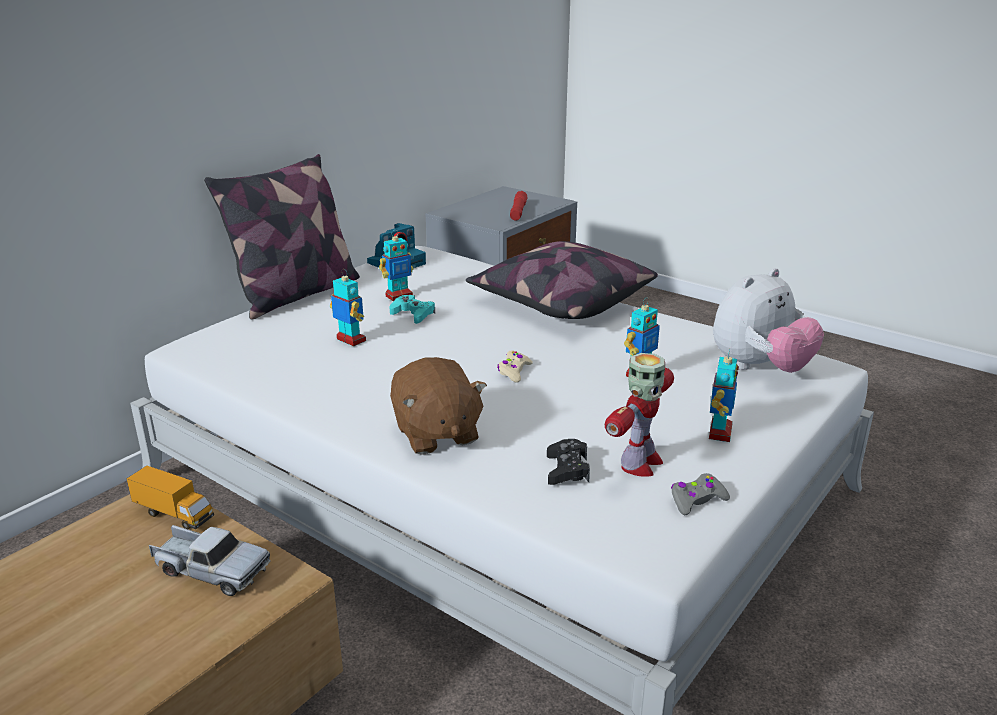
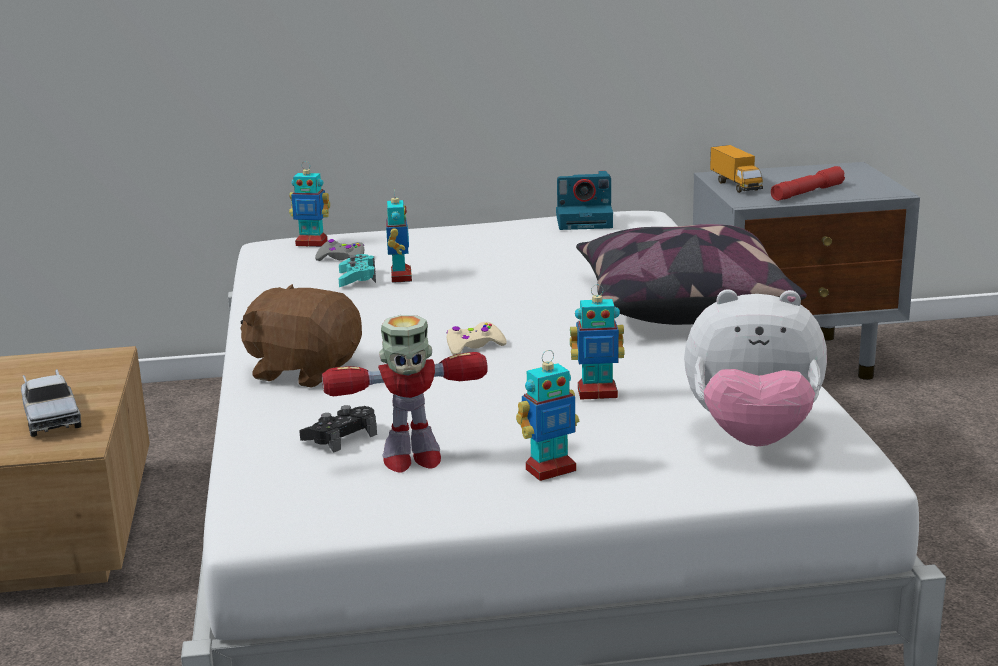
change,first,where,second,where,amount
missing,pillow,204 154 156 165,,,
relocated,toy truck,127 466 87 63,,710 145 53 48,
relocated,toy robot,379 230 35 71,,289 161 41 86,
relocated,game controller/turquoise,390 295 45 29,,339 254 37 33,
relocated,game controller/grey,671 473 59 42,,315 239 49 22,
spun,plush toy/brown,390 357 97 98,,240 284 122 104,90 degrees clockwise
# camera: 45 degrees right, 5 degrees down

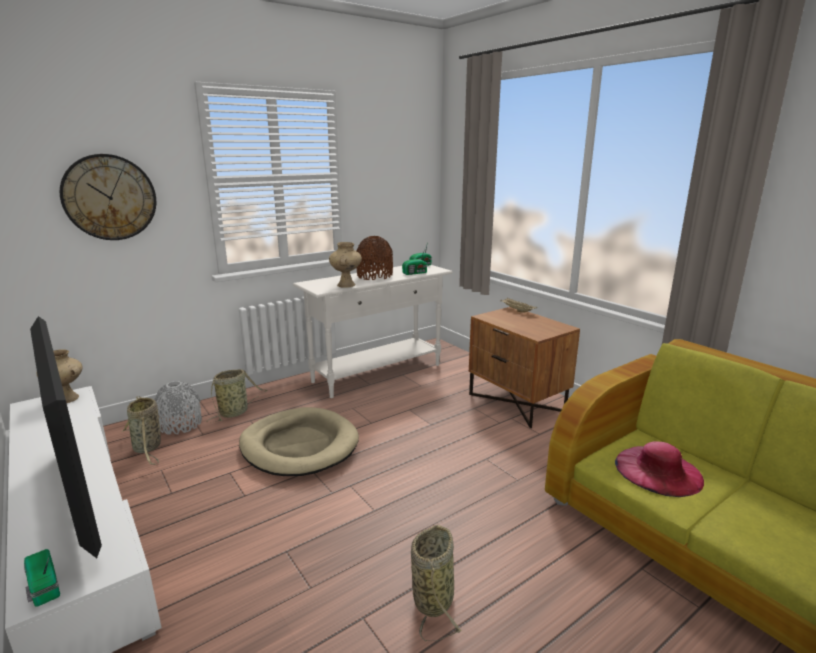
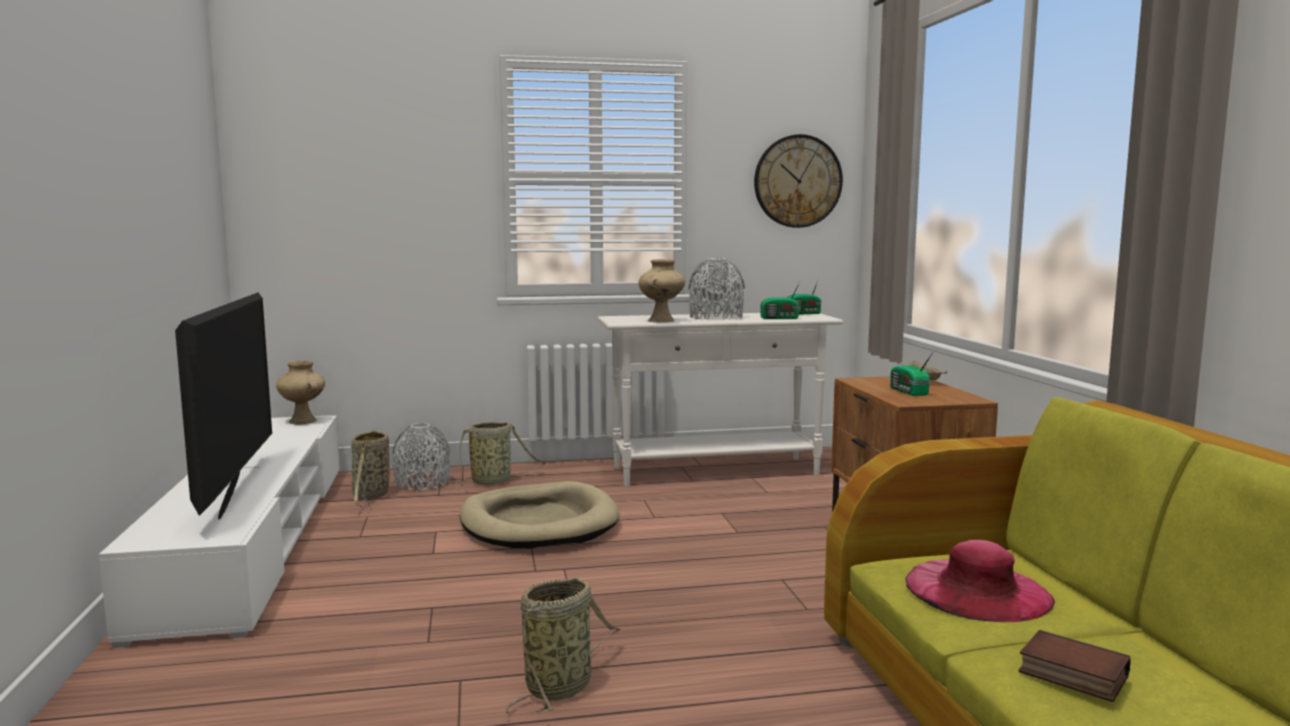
change,first,where,second,where,amount
appeared,,,book,1018 630 113 72,
relocated,radio,24 549 36 58,,890 351 44 45,
relocated,wall clock,60 154 96 86,,754 134 89 94,
colour,vase/brown,356 236 37 44,vase/grey,688 258 57 62,
# camera: 25 degrees right, 10 degrees down

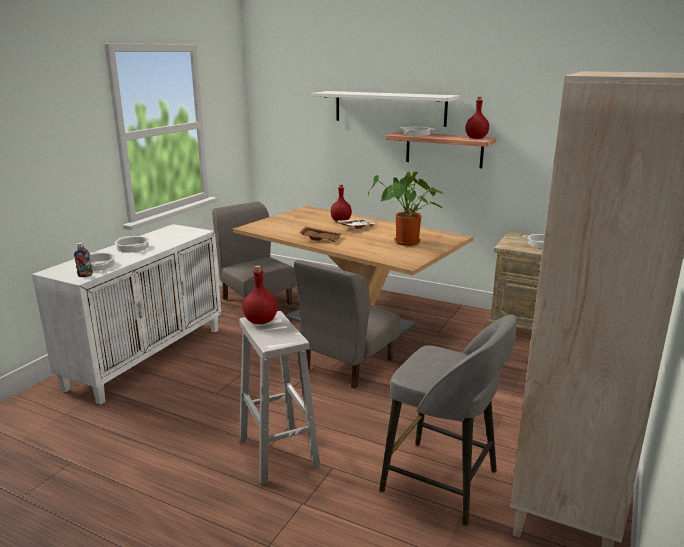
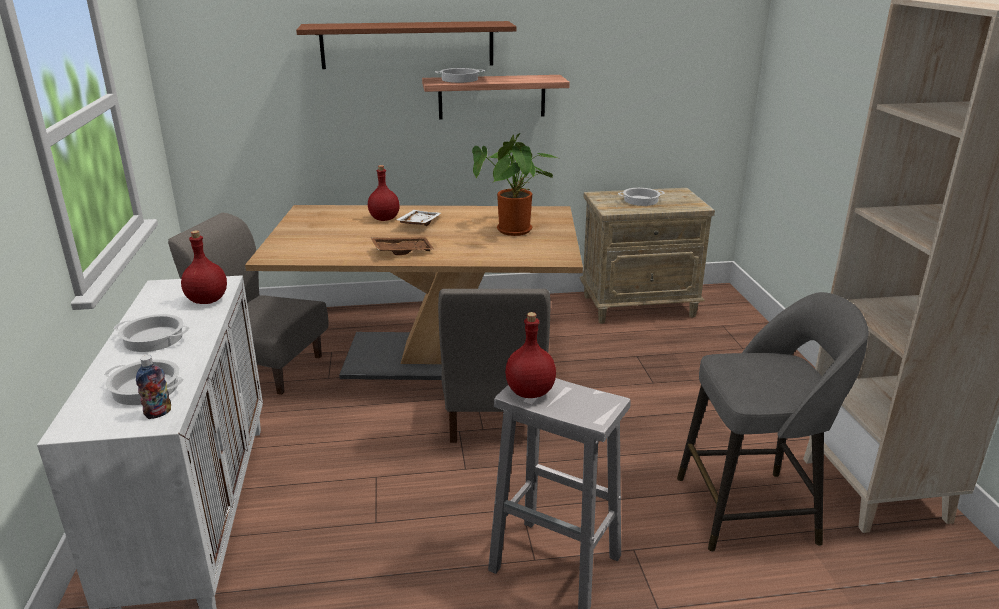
change,first,where,second,where,amount
relocated,bottle/red,465 97 24 42,,181 230 46 74,
colour,shelf/white,311 91 149 36,shelf/brown,296 21 220 48,
# camera: 35 degrees left, 5 degrees up

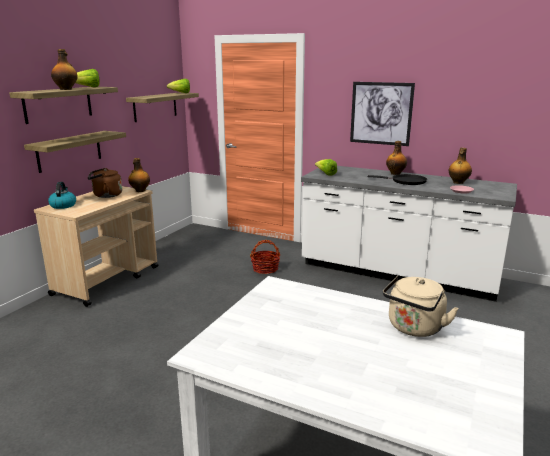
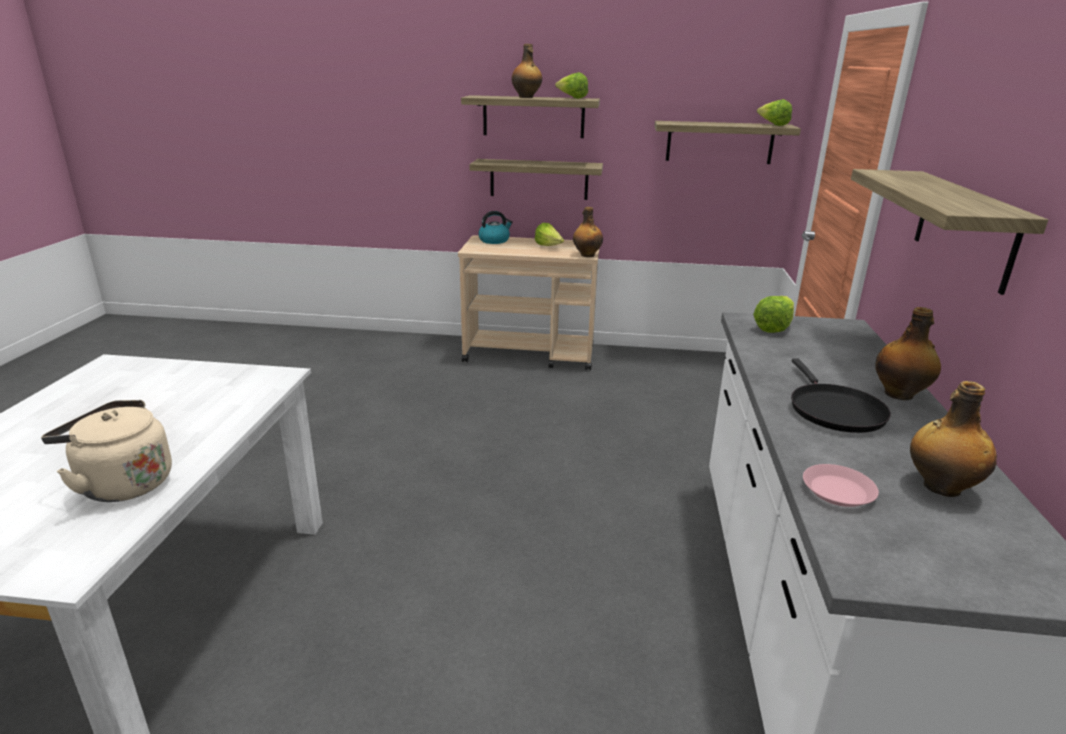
change,first,where,second,where,amount
missing,basket,250 240 30 34,,,
exchanged,kettle/brown,88 168 34 30,lettuce,535 223 29 23,
exchanged,picture,350 82 65 64,shelf,851 169 197 126,
# camera: 70 degrees right, 5 degrees up

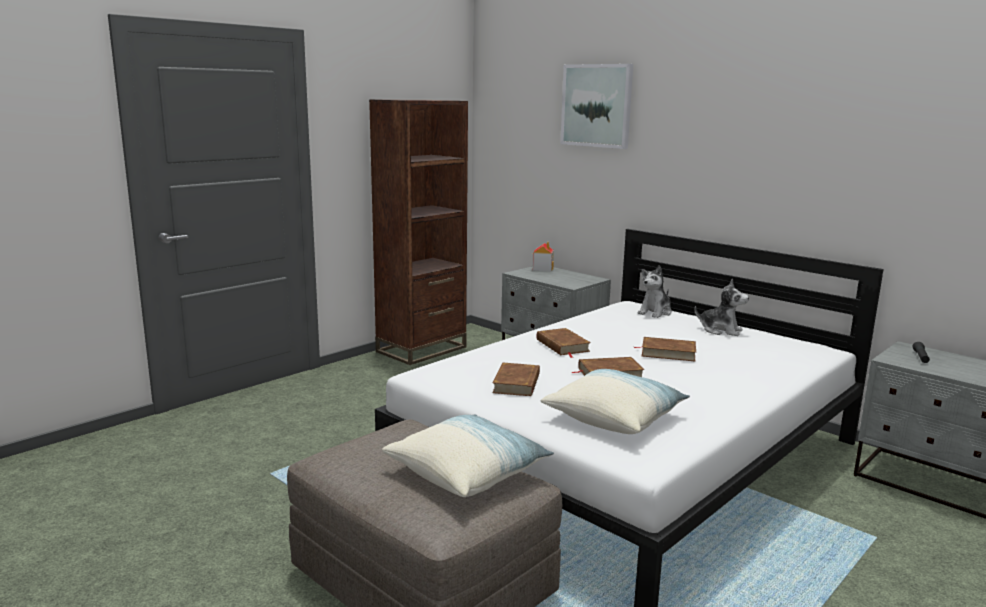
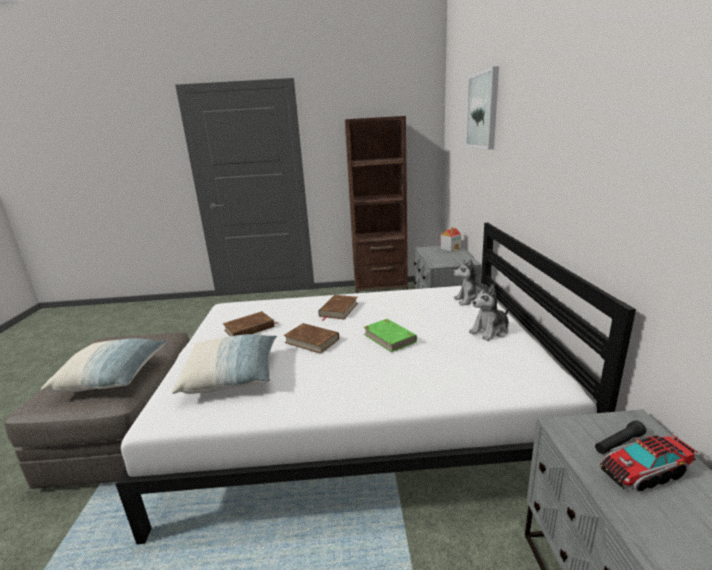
change,first,where,second,where,amount
appeared,,,toy truck,600 435 99 57,
colour,book/brown,633 337 63 24,book/green,364 319 53 34,
spun,plush toy,695 279 54 57,,469 284 40 57,75 degrees clockwise
# camera: 45 degrees right, 5 degrees up

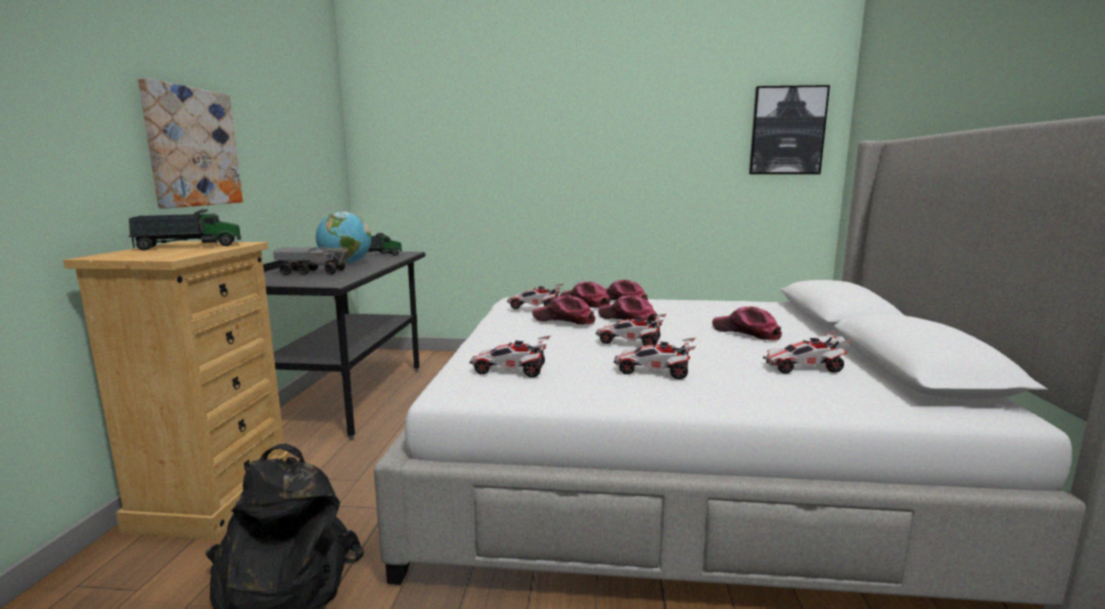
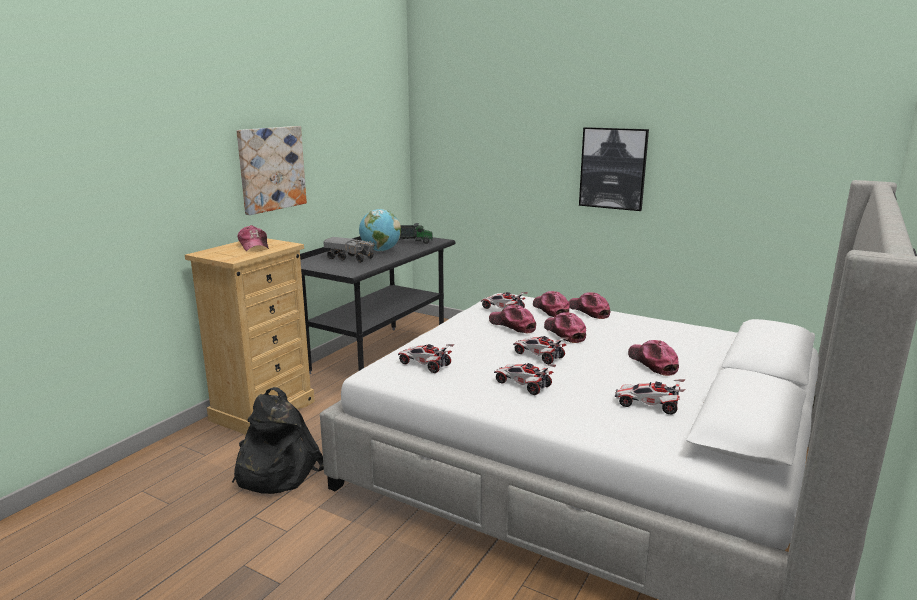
change,first,where,second,where,amount
relocated,picture,749 85 81 89,,579 127 70 84,
exchanged,toy truck,128 209 113 42,cap,237 225 32 26,
# camera: 25 degrees right, 5 degrees up

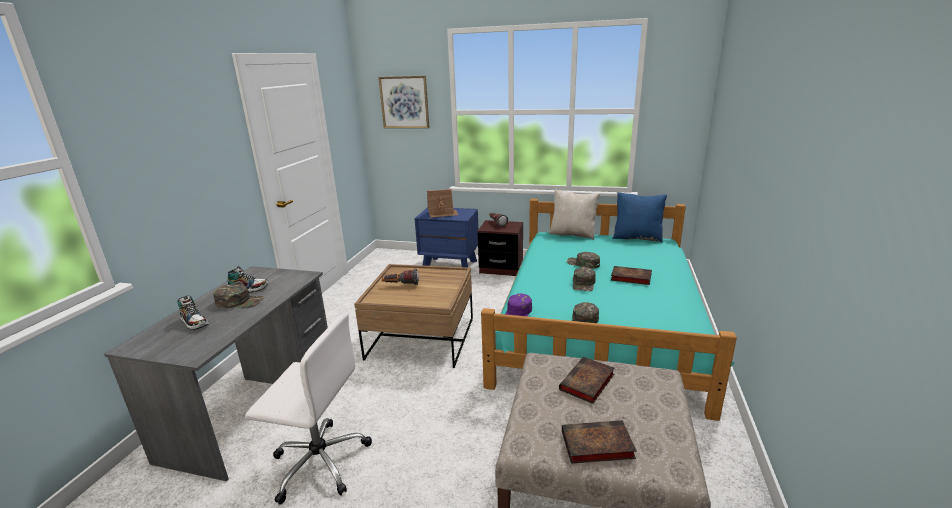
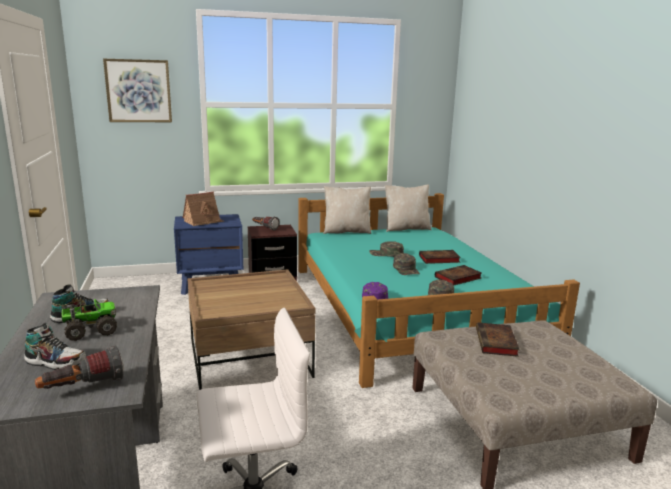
change,first,where,second,where,amount
relocated,flashlight,382 269 37 16,,35 346 89 43,
relocated,book,562 420 75 43,,435 265 46 20,
exchanged,cap/green,213 284 51 24,toy truck,61 299 56 42,
colour,pillow/blue,612 192 55 51,pillow/beige,385 185 46 47,
# camera: 30 degrees left, 5 degrees down

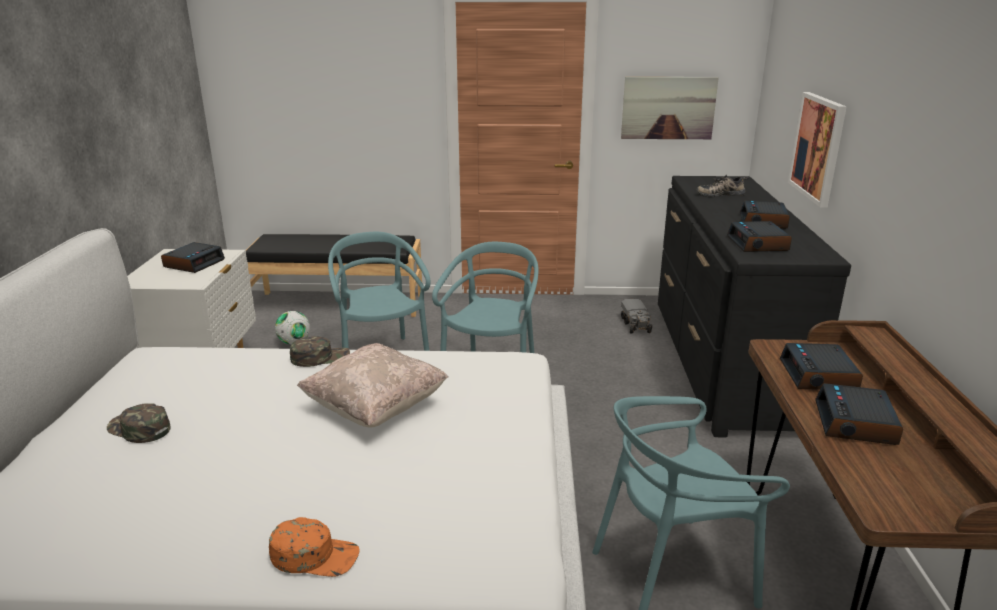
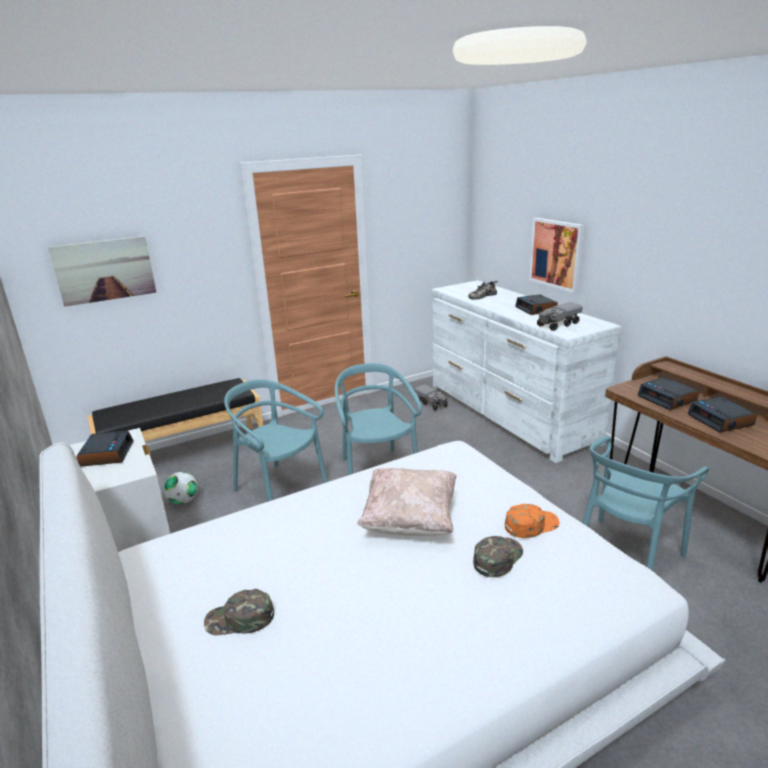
change,first,where,second,where,amount
relocated,cap/orange,269 517 91 60,,505 504 55 34,
relocated,cap/green,290 336 60 31,,473 536 50 41,
relocated,picture,621 77 98 62,,48 236 108 71,
exchanged,alarm clock,727 221 65 31,toy truck,537 302 46 29,
colour,dresser/black,658 176 193 262,dresser/white,432 280 189 183,
# camera: 30 degrees left, 0 degrees up

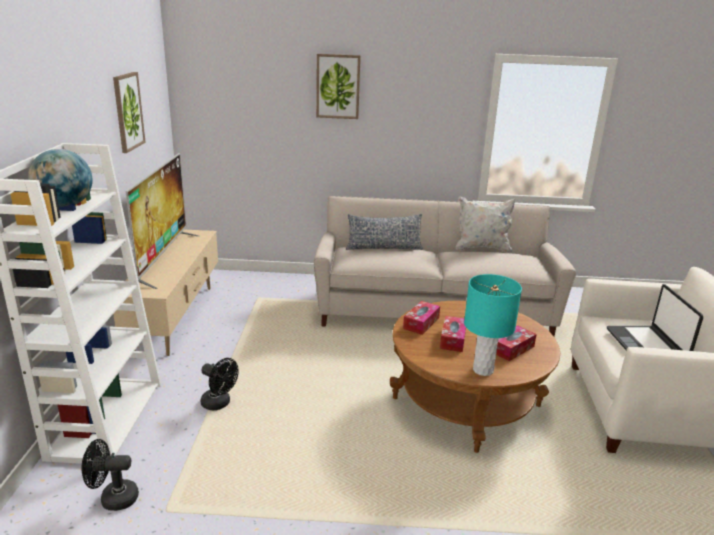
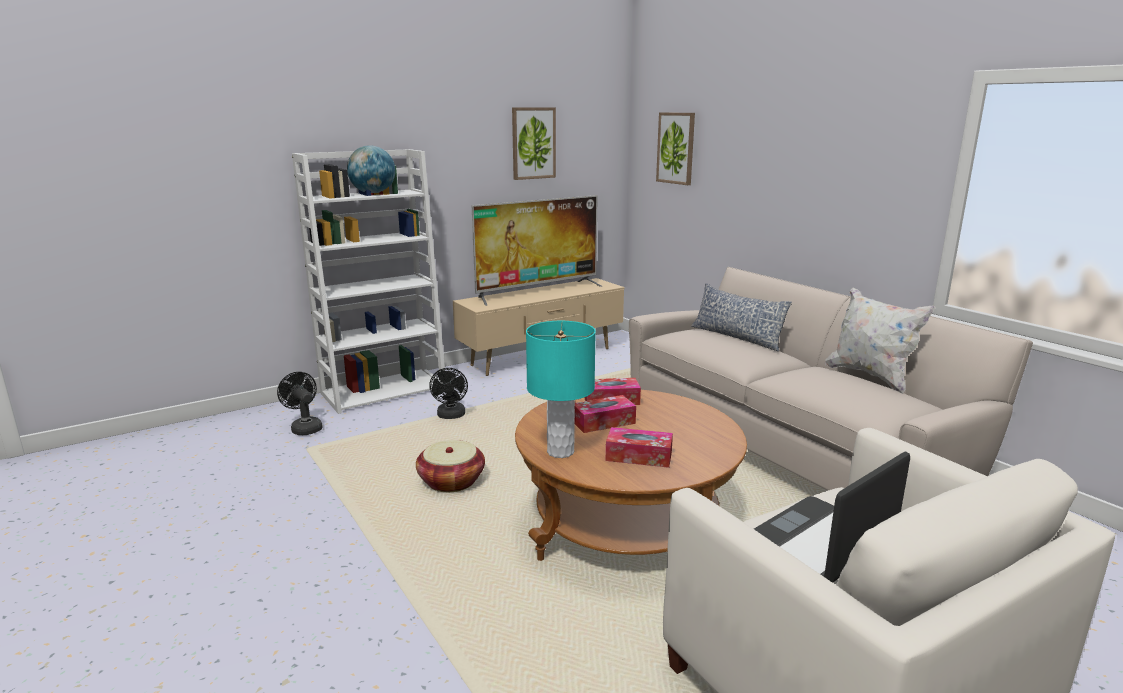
change,first,where,second,where,amount
appeared,,,basket,416 440 69 52,
relocated,picture,316 54 45 65,,656 112 39 73,
# camera: 55 degrees right, 5 degrees down

